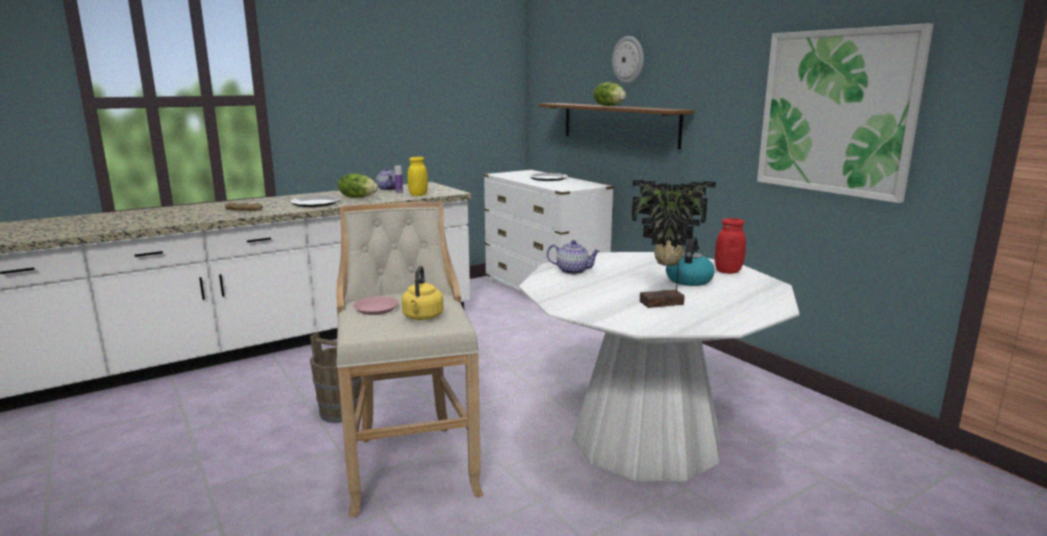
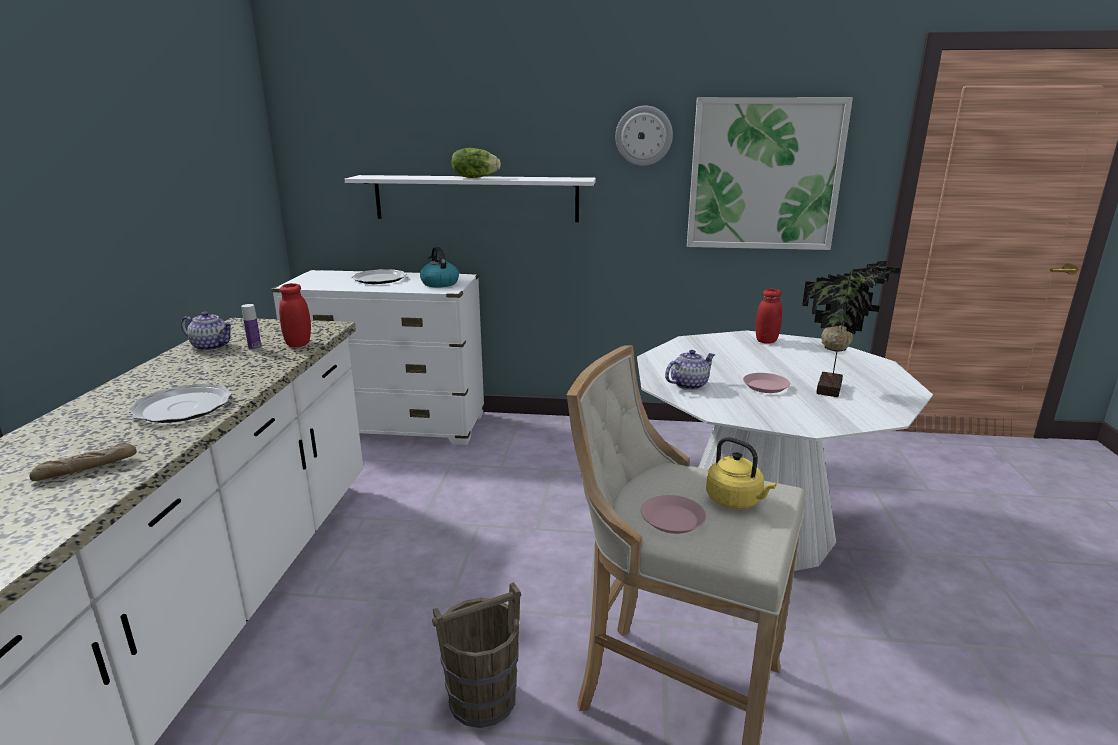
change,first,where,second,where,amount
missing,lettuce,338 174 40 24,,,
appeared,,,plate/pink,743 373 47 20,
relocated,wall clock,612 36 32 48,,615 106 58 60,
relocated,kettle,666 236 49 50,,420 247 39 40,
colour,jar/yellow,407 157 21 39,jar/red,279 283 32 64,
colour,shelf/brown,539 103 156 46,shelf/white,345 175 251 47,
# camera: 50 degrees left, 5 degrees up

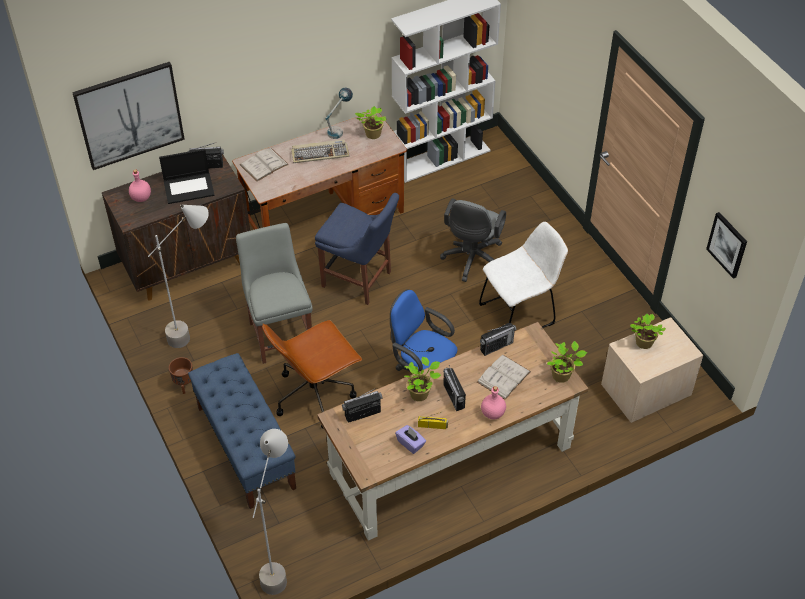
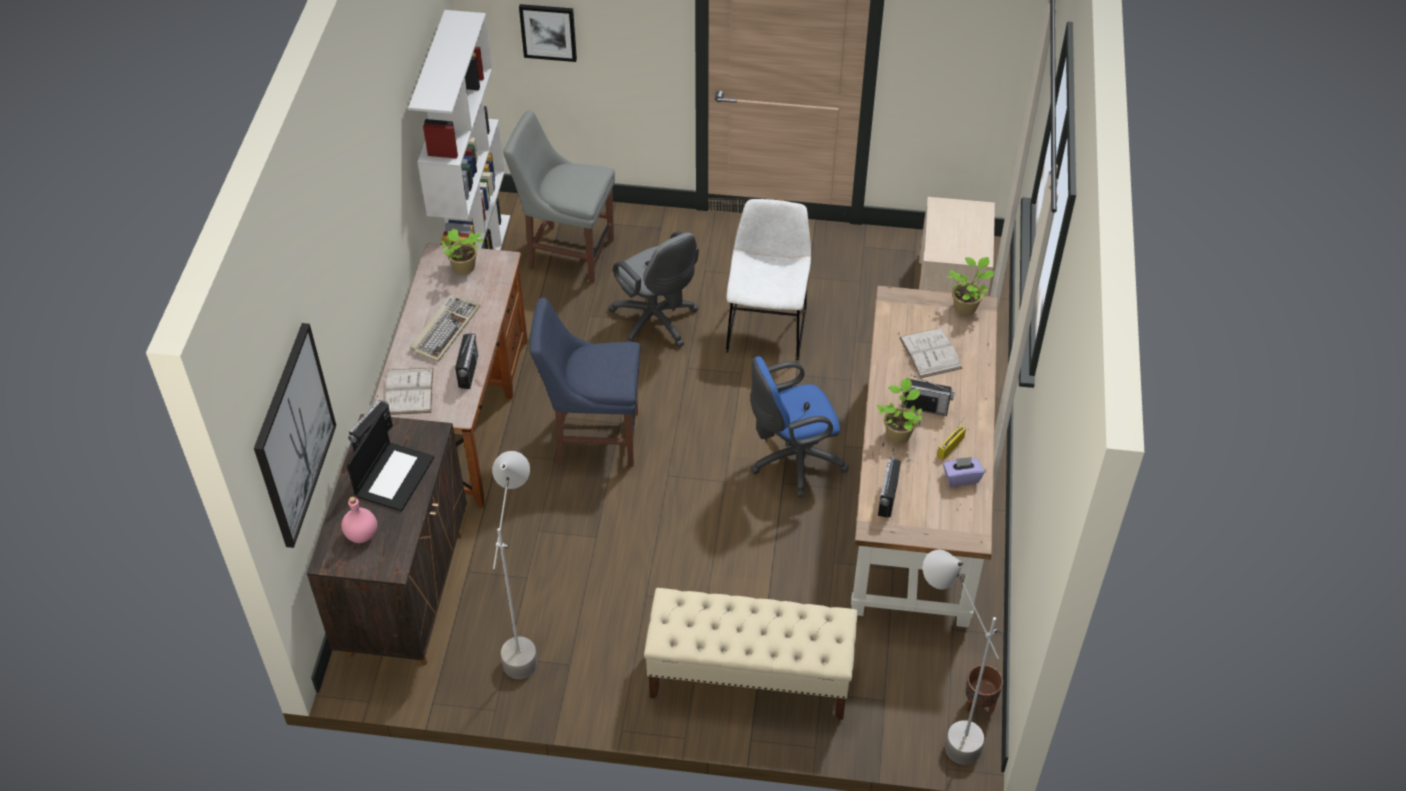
change,first,where,second,where,amount
missing,office chair/brown,262 320 100 109,,,
missing,table lamp,326 88 27 51,,,
missing,bottle/pink,481 386 25 34,,,
missing,potted plant,630 314 36 35,,,
relocated,planter/brown,169 357 24 37,,966 665 37 48,
relocated,chair/grey,236 223 77 141,,503 110 112 173,
relocated,radio,480 323 36 33,,455 333 23 56,
relocated,picture,706 212 41 67,,519 4 58 58,
colour,bench/blue,188 353 108 156,bench/beige,644 588 214 132,
spun,chair/blue,315 193 84 112,,530 298 111 169,150 degrees counterclockwise
# camera: 55 degrees left, 0 degrees up

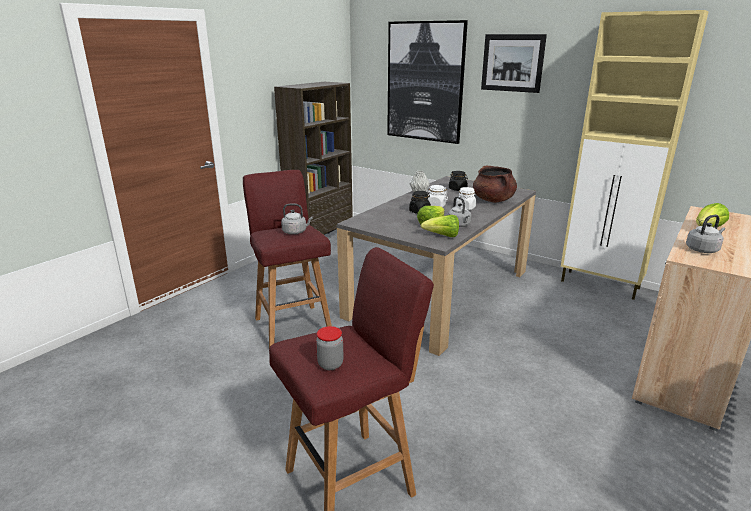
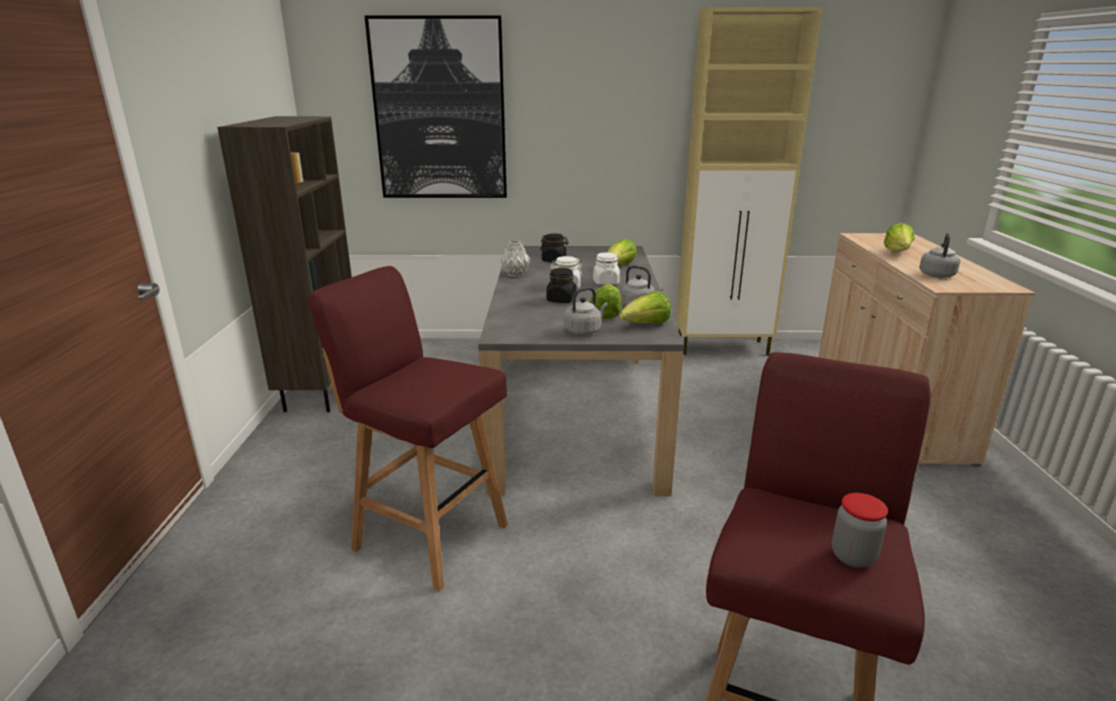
change,first,where,second,where,amount
missing,picture,481 34 66 59,,,
relocated,kettle/grey,281 203 32 31,,564 287 44 48,
exchanged,cooking pot/brown,473 166 44 37,lettuce,607 239 30 26,
# camera: 35 degrees left, 0 degrees up

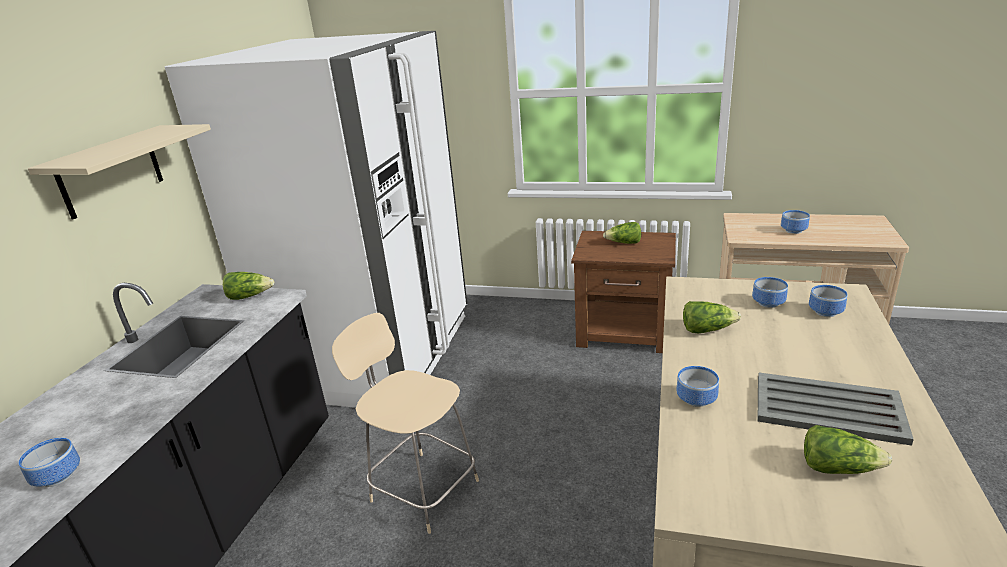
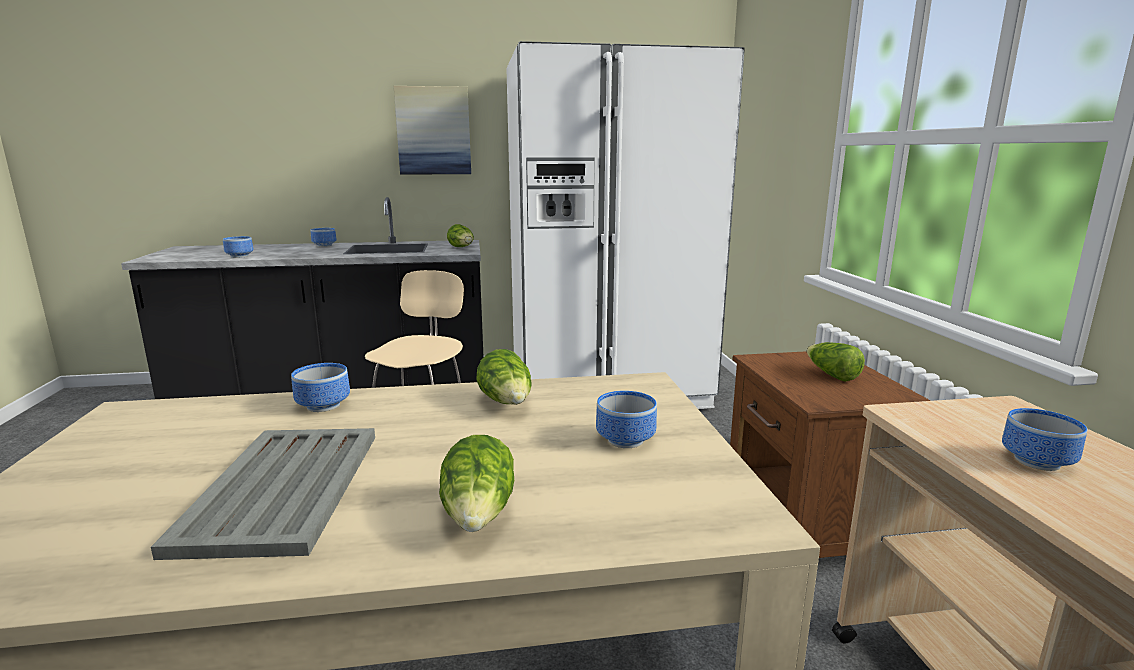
change,first,where,second,where,amount
relocated,lettuce,804 425 88 49,,439 435 75 97,
relocated,bowl,809 285 39 32,,310 228 27 19,
exchanged,shelf/beige,28 124 183 95,picture,394 86 77 89,
# camera: 65 degrees right, 10 degrees down

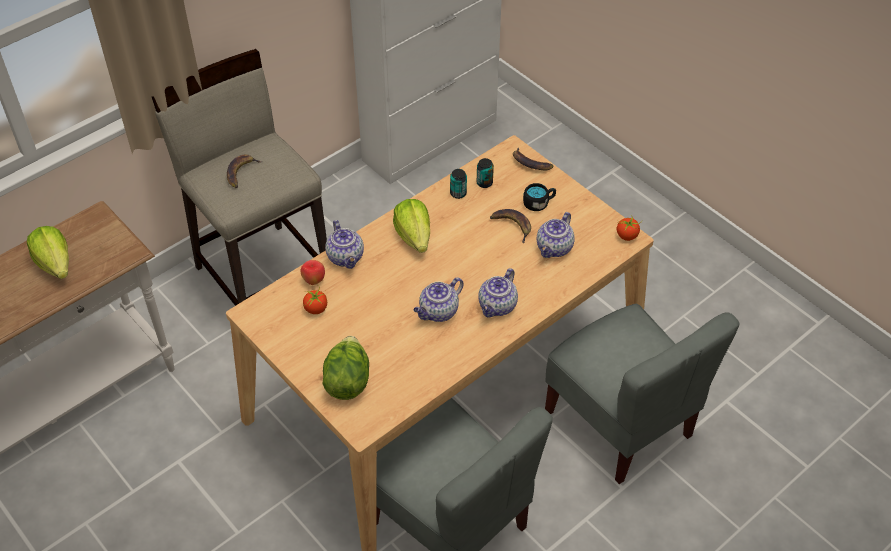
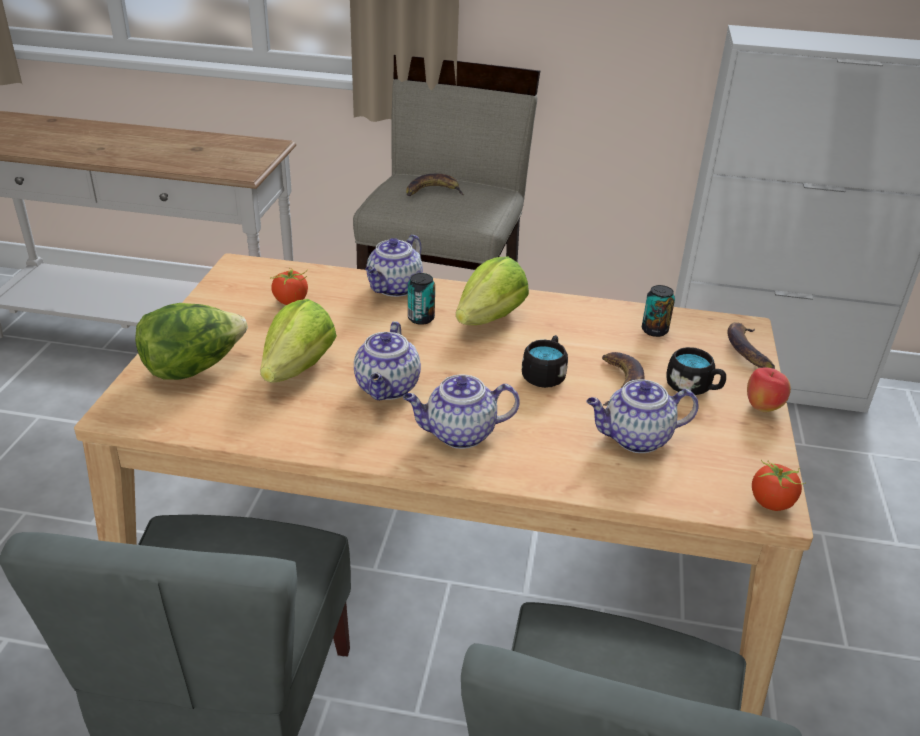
change,first,where,second,where,amount
appeared,,,mug/black,522 335 46 53,
relocated,lettuce,27 226 42 53,,260 299 77 84,
relocated,apple,301 260 24 25,,747 368 44 44,
relocated,can,450 169 17 30,,408 273 27 52,
spun,teapot,414 277 50 45,,354 321 67 79,90 degrees counterclockwise
# camera: 50 degrees right, 15 degrees down

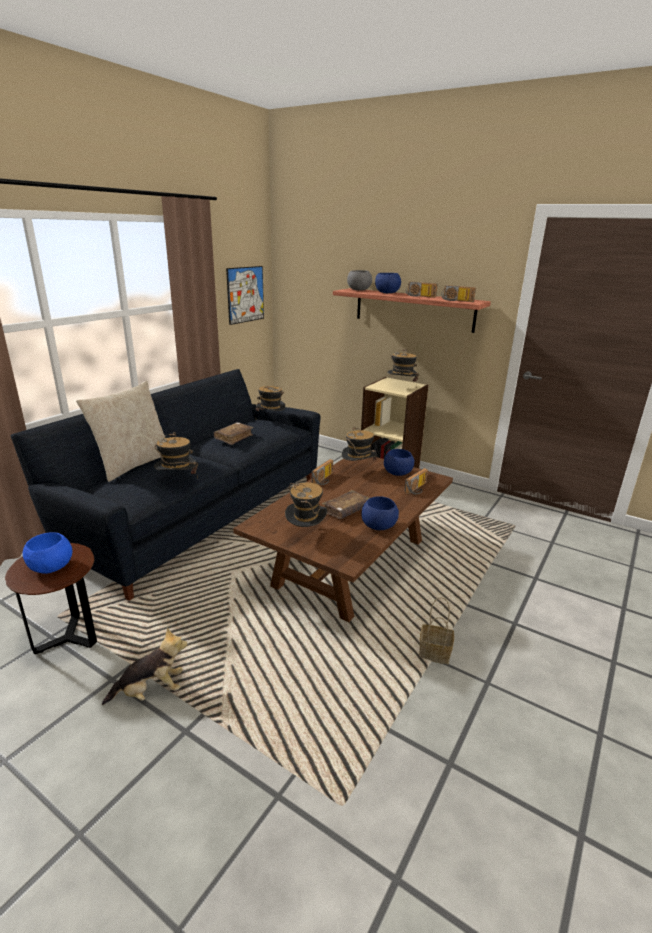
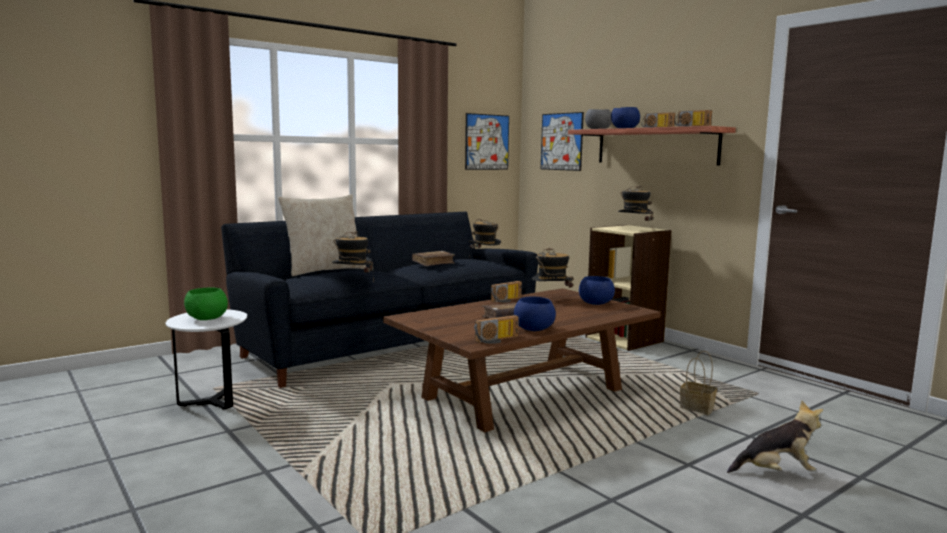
change,first,where,second,where,amount
missing,hat,285 482 43 45,,,
appeared,,,picture,541 112 43 59,
relocated,plush toy,102 628 85 77,,727 401 96 72,
relocated,radio,405 468 23 27,,474 315 45 29,
relocated,basket,419 597 35 67,,680 351 37 64,
colour,side table/brown,5 543 92 111,side table/white,165 309 82 101,
colour,bowl/blue,23 532 49 42,bowl/green,184 288 44 32,
# camera: 20 degrees right, 15 degrees down

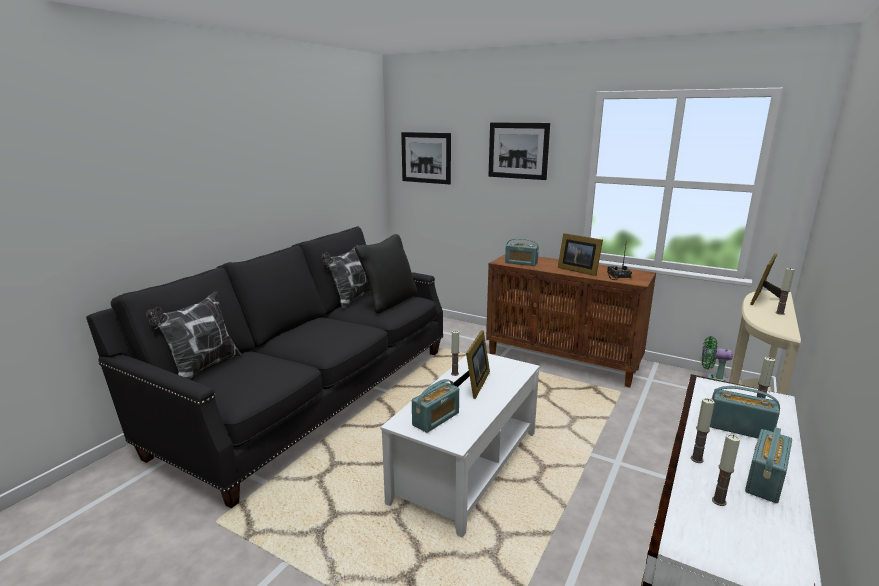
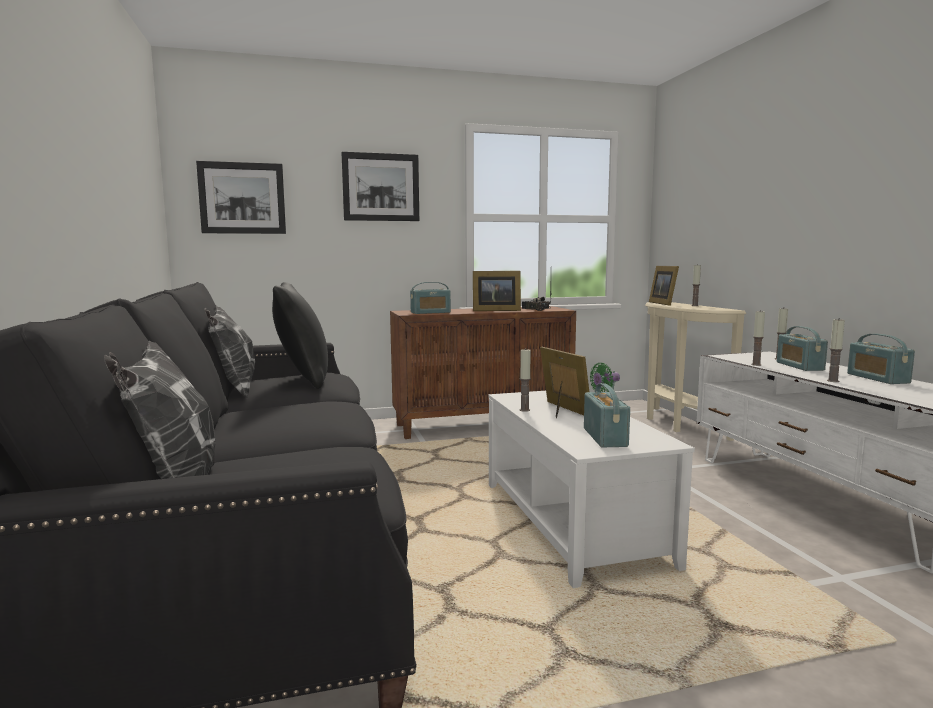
change,first,where,second,where,amount
relocated,candle,712 434 28 72,,751 310 14 56,
spun,radio,710 386 70 52,,777 326 51 45,75 degrees counterclockwise
# camera: 45 degrees left, 10 degrees down

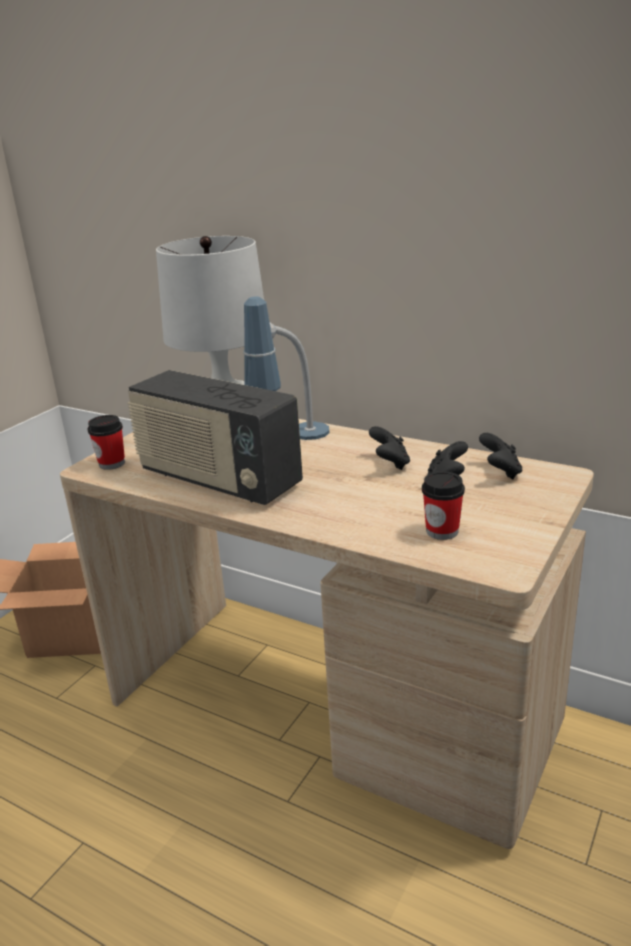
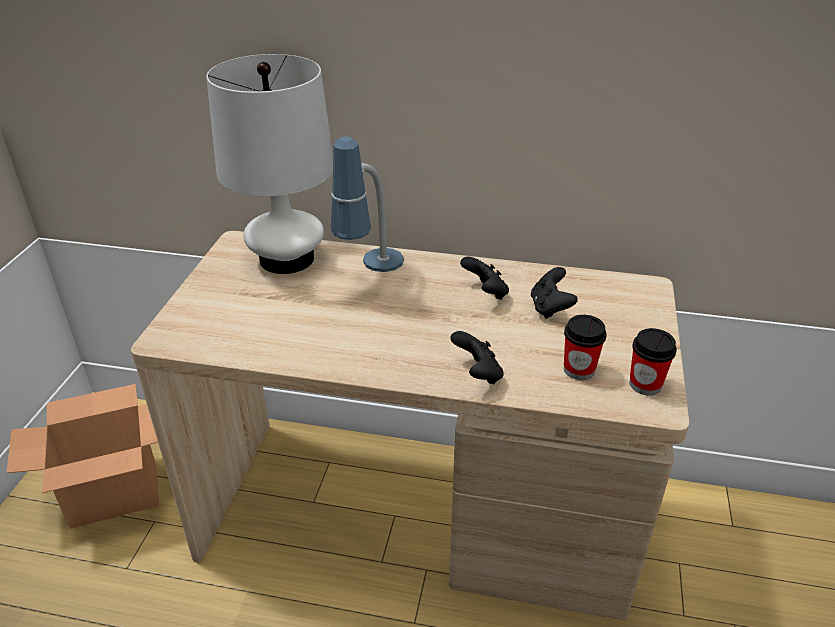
change,first,where,second,where,amount
missing,radio,127 370 176 135,,,
relocated,cup,88 415 37 55,,630 328 47 67,
relocated,game controller/black,479 433 43 46,,451 331 52 53,
# camera: 20 degrees left, 10 degrees up

